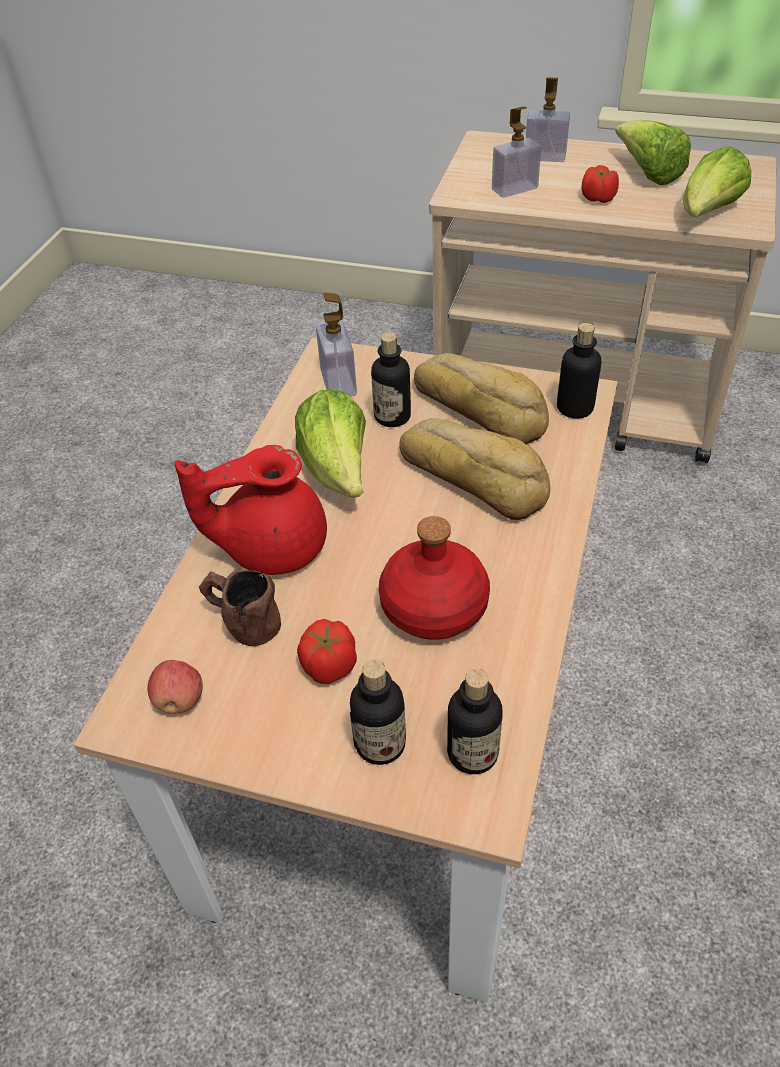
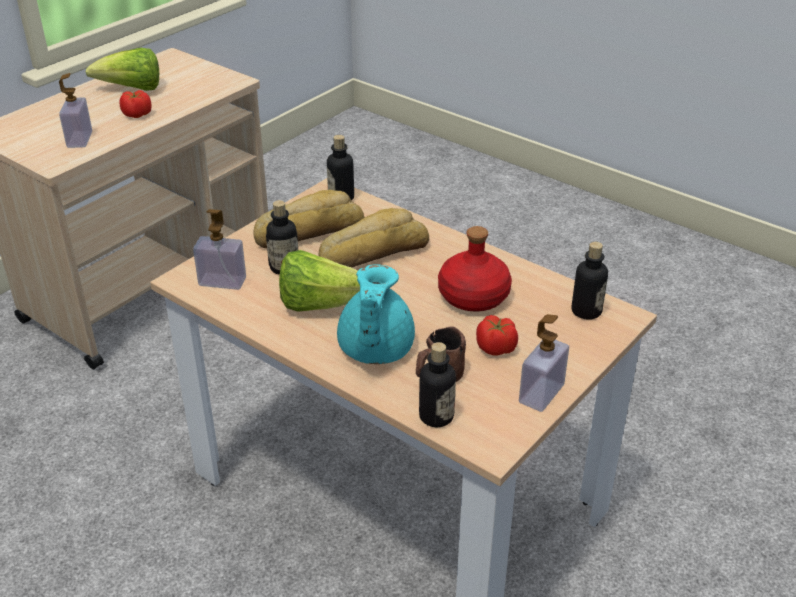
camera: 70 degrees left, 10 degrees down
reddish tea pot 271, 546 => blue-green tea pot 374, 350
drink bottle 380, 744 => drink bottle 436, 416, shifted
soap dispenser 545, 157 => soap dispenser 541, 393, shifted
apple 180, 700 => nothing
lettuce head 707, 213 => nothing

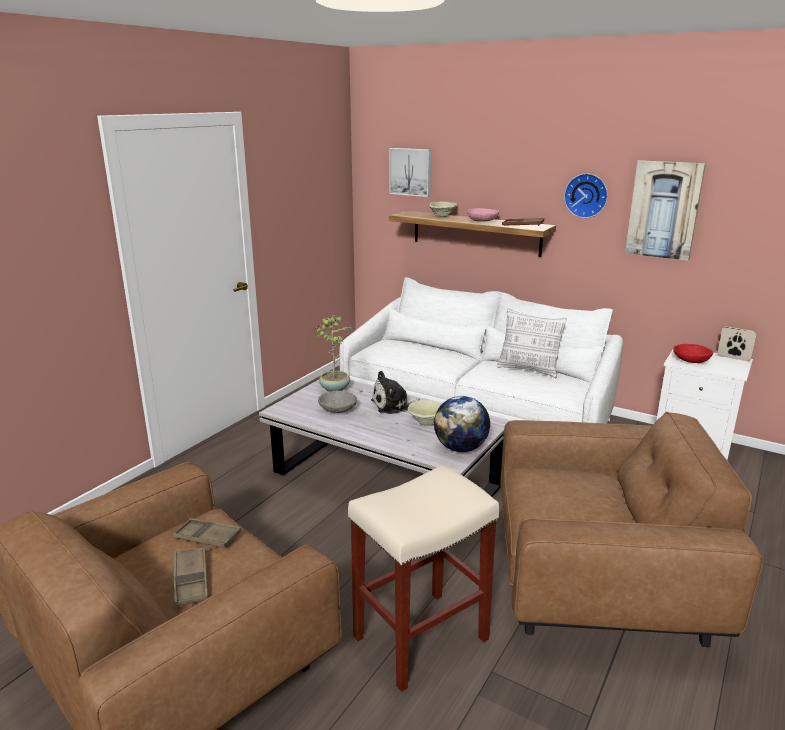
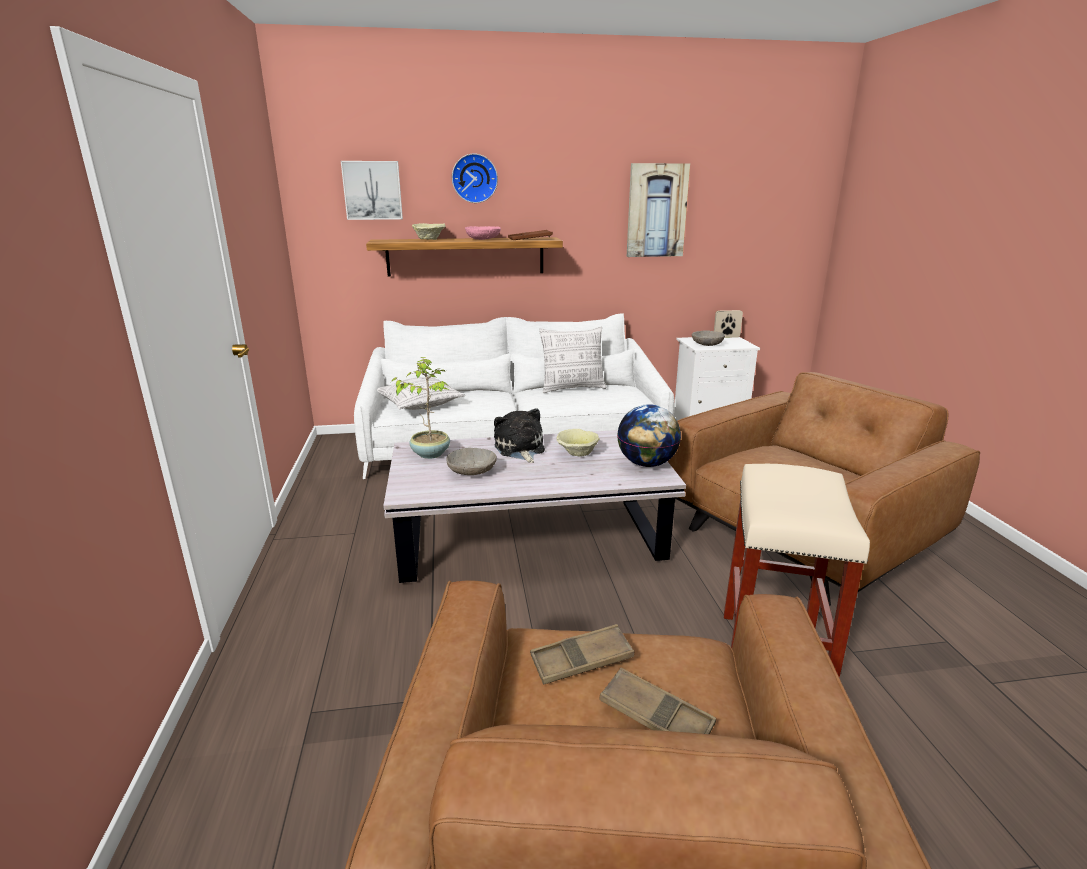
camera: 40 degrees left, 0 degrees up
nothing => pillow 420, 404
hanging clock 586, 195 => hanging clock 474, 178, shifted
soft toy 393, 405 => soft toy 520, 449, 135 degrees clockwise
reddish serving bowl 691, 360 => greyish serving bowl 707, 344

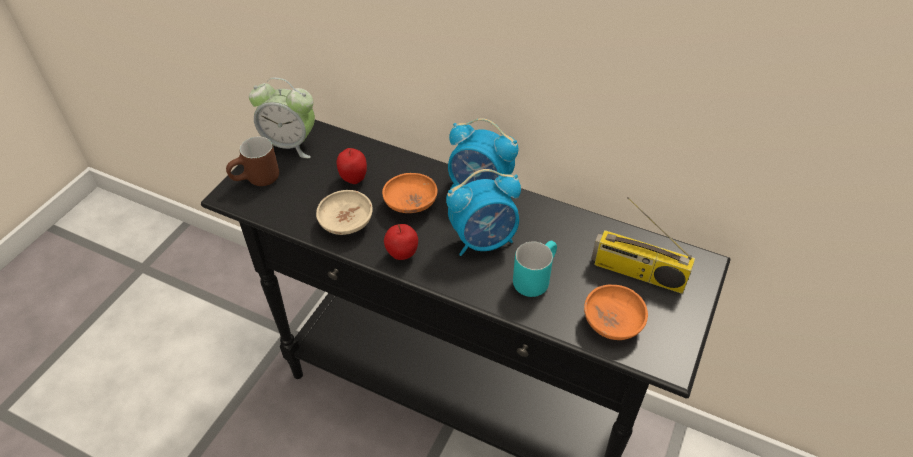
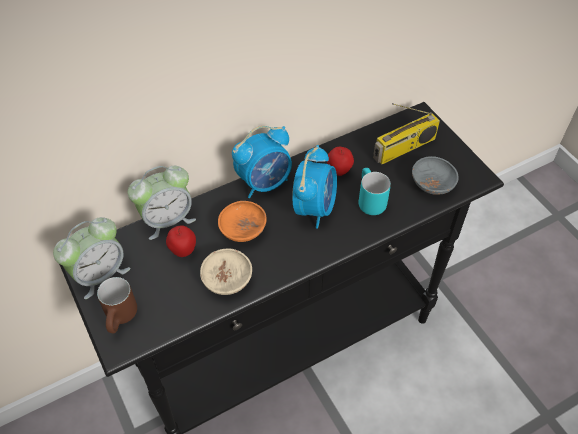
camera: 55 degrees left, 5 degrees up
nothing => bedside clock 167, 220
apple 402, 255 => apple 339, 171, shifted
orange-coloured serving bowl 612, 322 => greyish serving bowl 432, 184

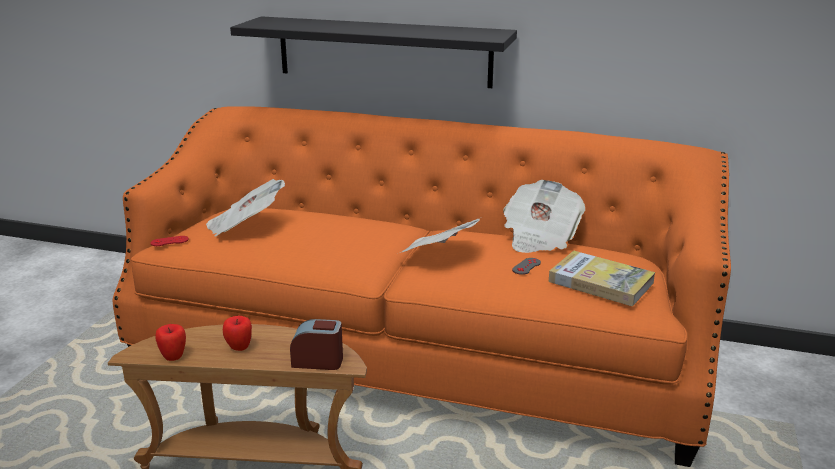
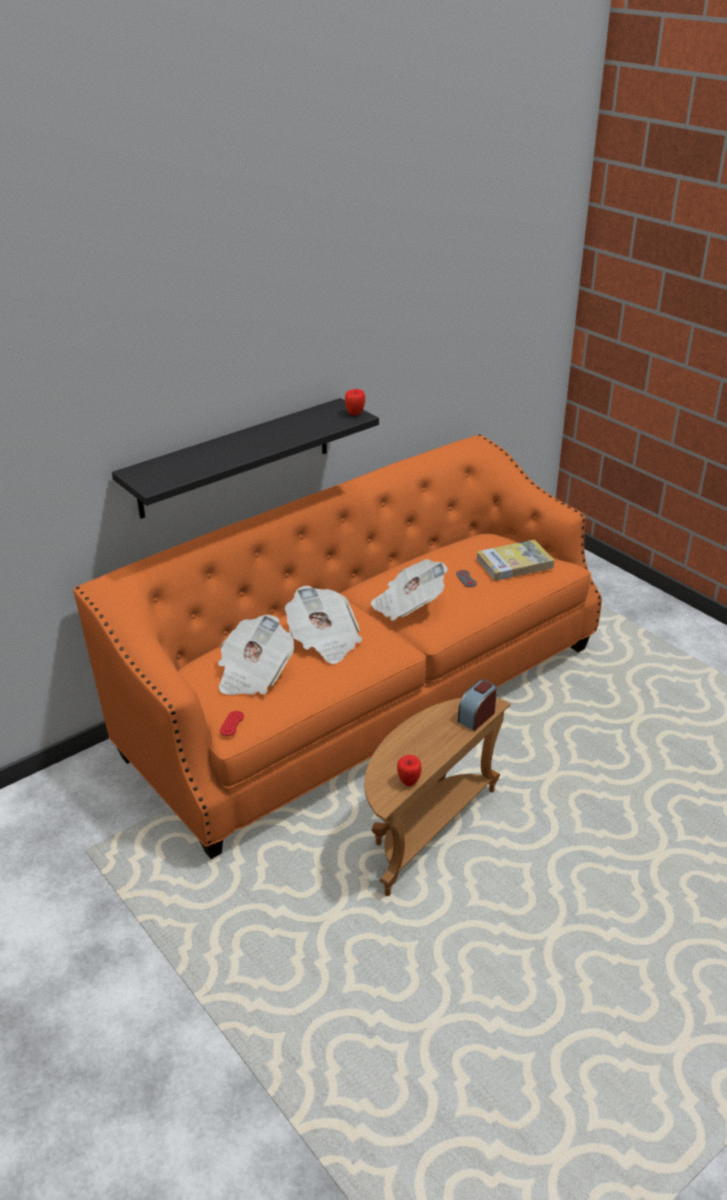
camera: 55 degrees left, 10 degrees up
daily paper 539, 237 => daily paper 324, 641, shifted
apple 239, 348 => apple 355, 414, shifted

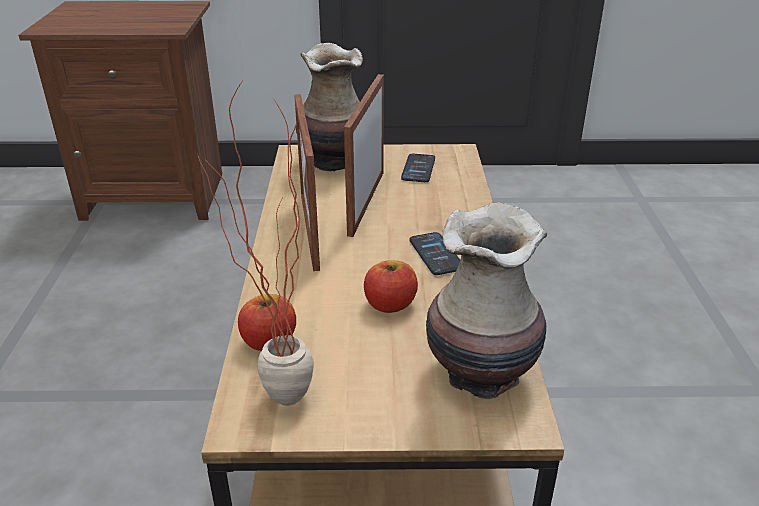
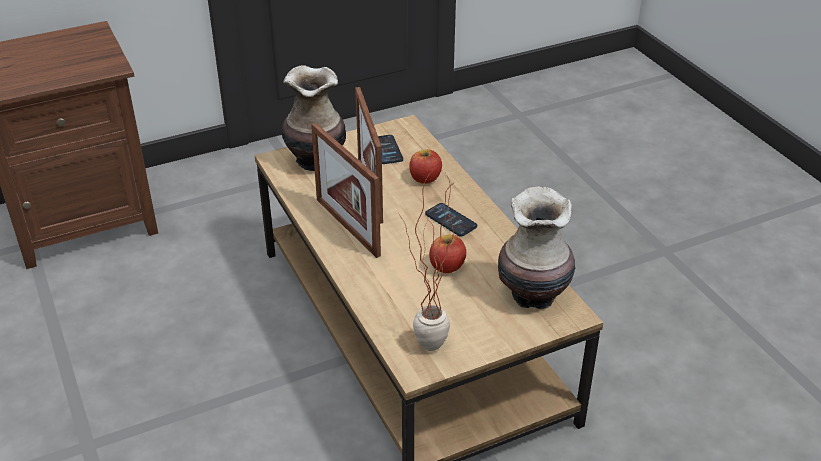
camera: 25 degrees left, 5 degrees up
apple 269, 341 => apple 425, 178, shifted

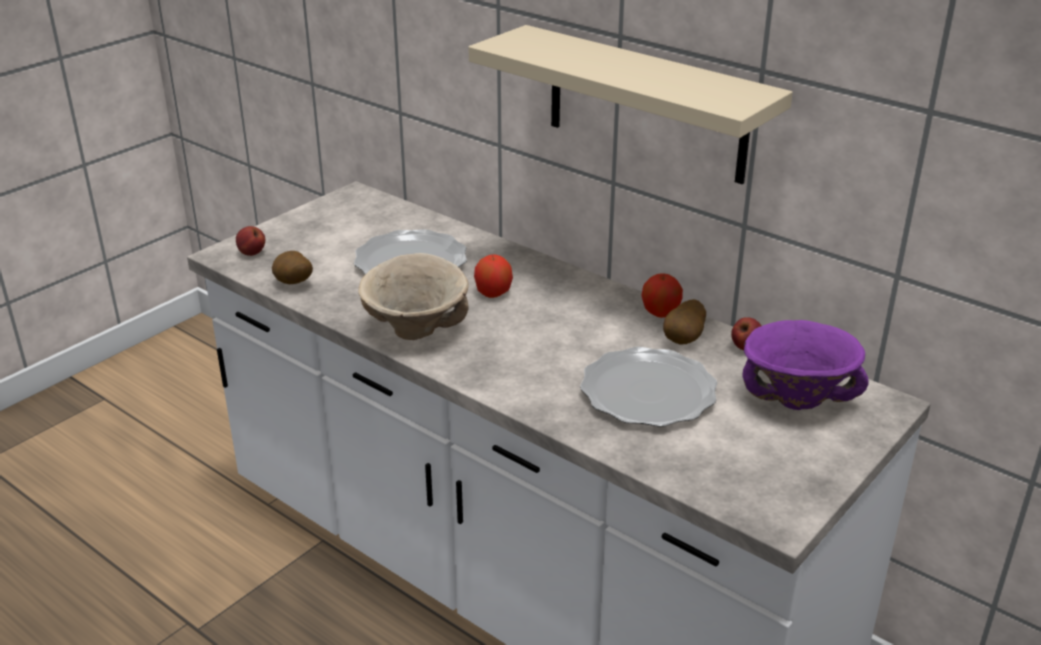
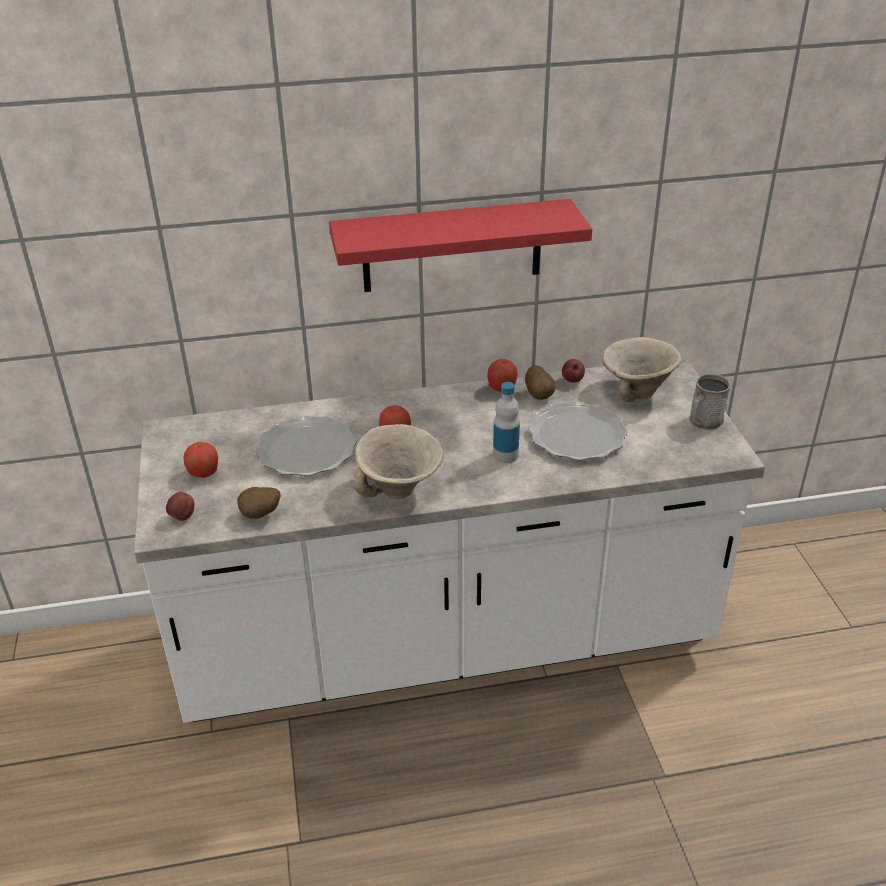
camera: 50 degrees left, 5 degrees up
nothing => apple 203, 473
sand-coloured bracket shelf 646, 105 => reddish bracket shelf 452, 246
nothing => drink bottle 505, 455
purplish serving bowl 796, 397 => sand-coloured serving bowl 636, 391
nothing => greyish coffee mug 703, 422

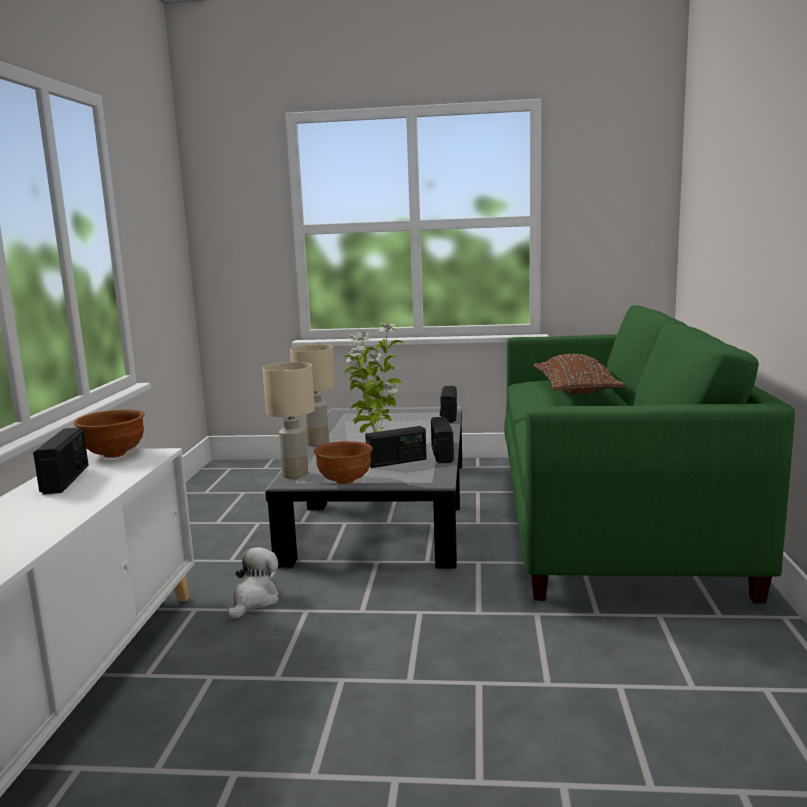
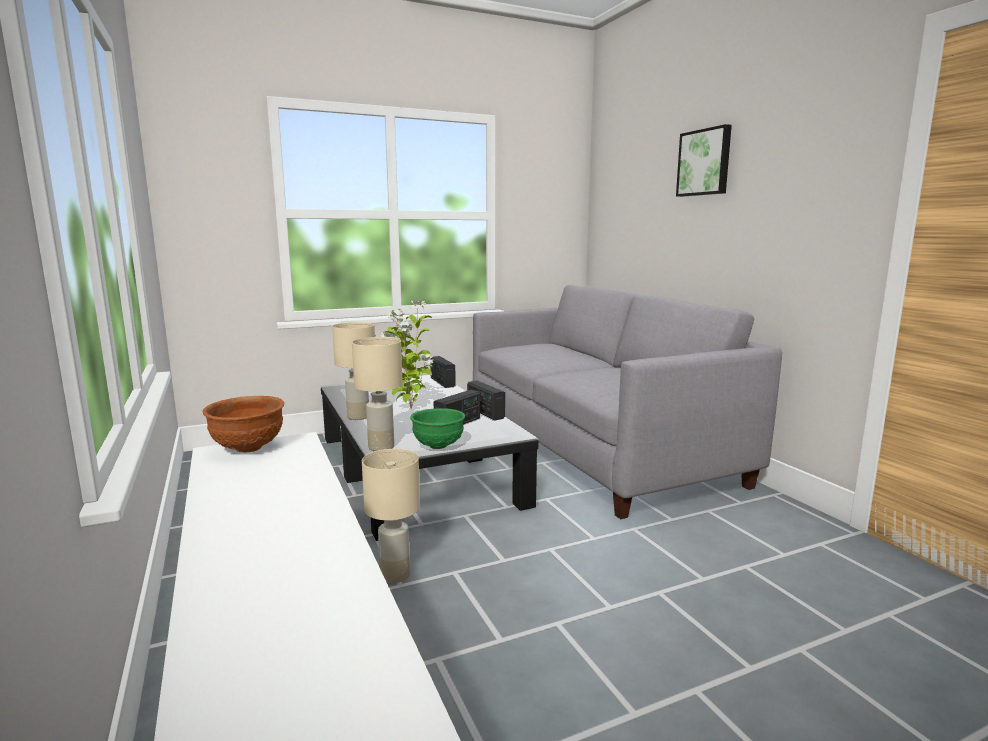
camera: 30 degrees left, 0 degrees up
soft toy 255, 601 => sand-coloured tabletop lamp 395, 576
brown-coloured serving bowl 345, 481 => green-coloured serving bowl 439, 446
green-coloured sofa 609, 516 => greyish sofa 595, 447
nothing => picture 705, 162
radio set 66, 480 => nothing
brown-coloured pillow 575, 390 => nothing

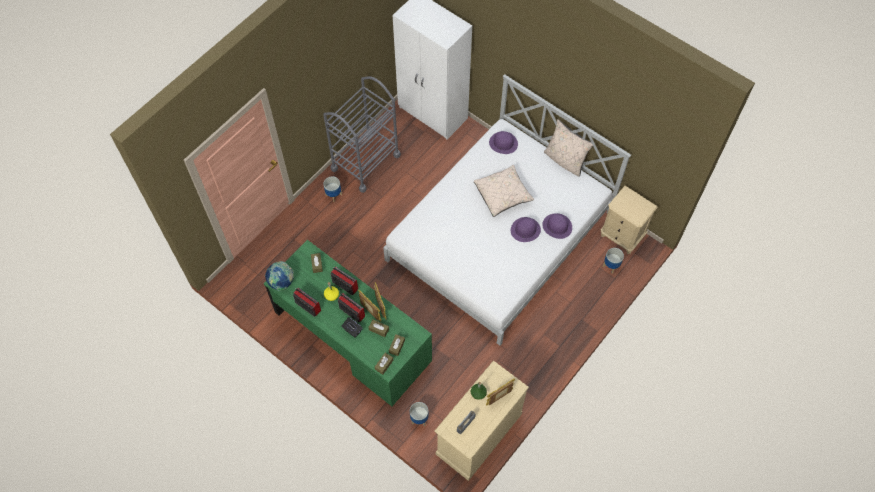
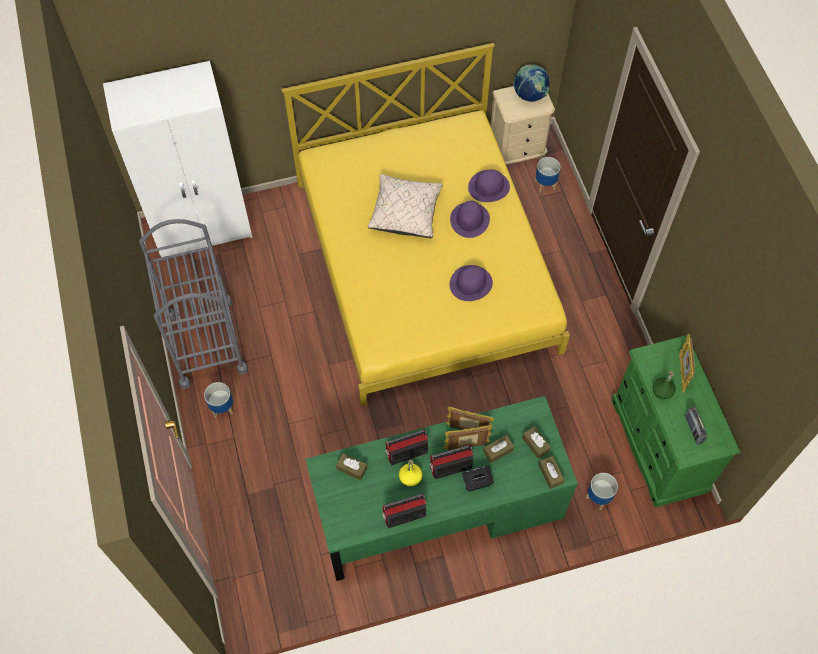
camera: 55 degrees left, 0 degrees up
white-coloured sleeping bed 498, 236 => yellowish sleeping bed 424, 266
purplish clothing hat 503, 143 => purplish clothing hat 471, 283, shifted
globe 281, 282 => globe 530, 95, shifted
sand-coloured drawer chest 478, 434 => green-coloured drawer chest 658, 445
sand-coloured pillow 565, 160 => nothing

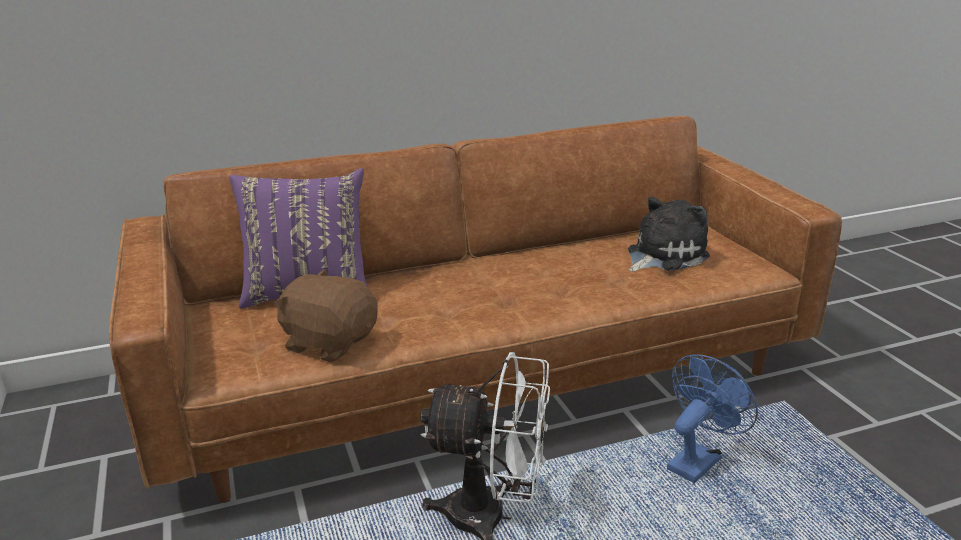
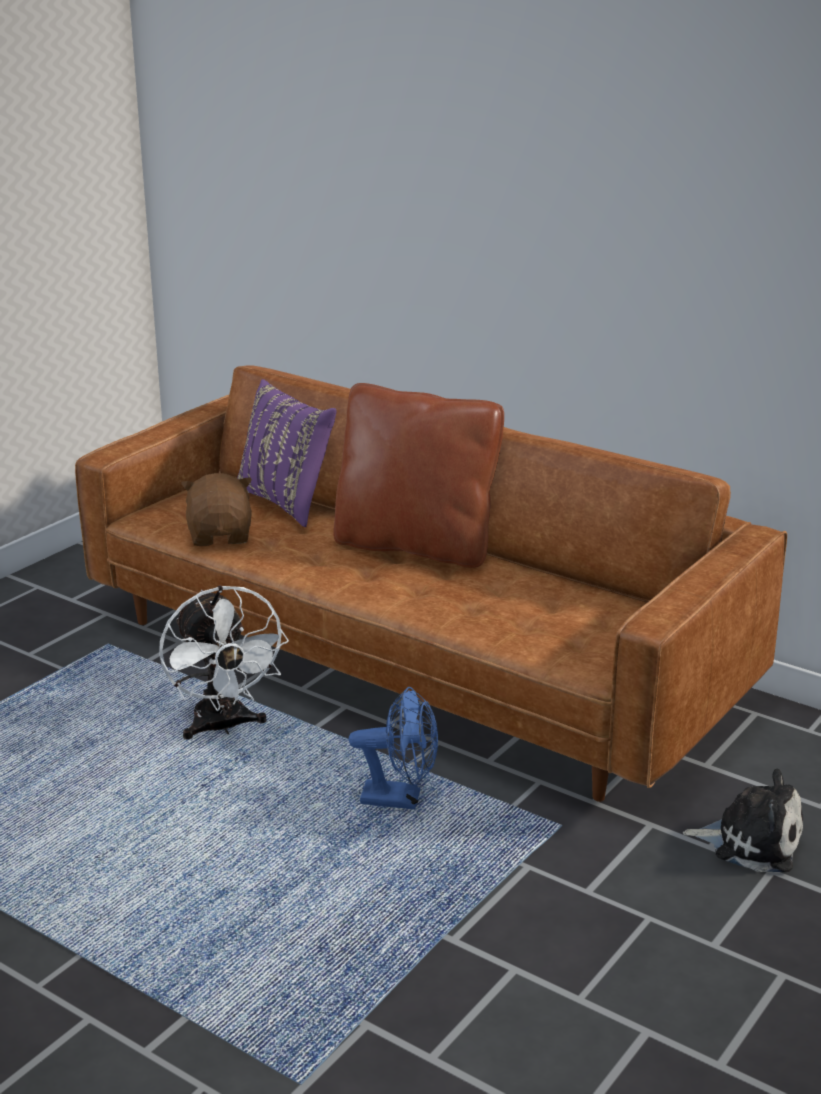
camera: 55 degrees right, 0 degrees up
nothing => brown-coloured pillow 416, 546
soft toy 663, 255 => soft toy 751, 842, shifted

